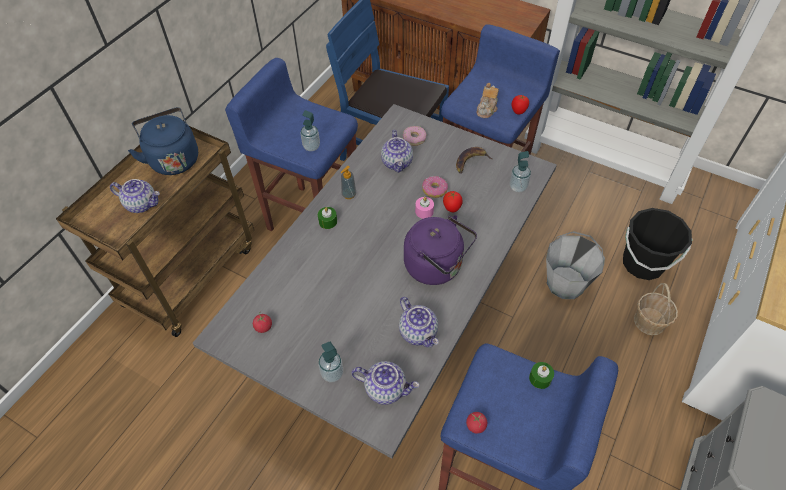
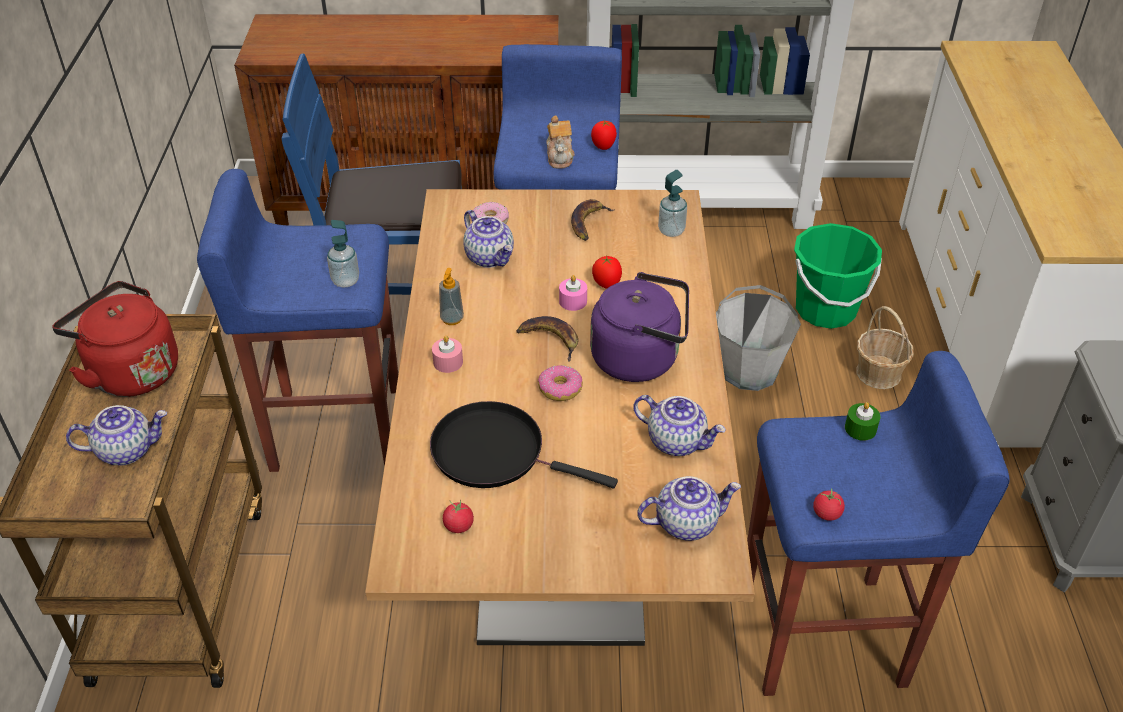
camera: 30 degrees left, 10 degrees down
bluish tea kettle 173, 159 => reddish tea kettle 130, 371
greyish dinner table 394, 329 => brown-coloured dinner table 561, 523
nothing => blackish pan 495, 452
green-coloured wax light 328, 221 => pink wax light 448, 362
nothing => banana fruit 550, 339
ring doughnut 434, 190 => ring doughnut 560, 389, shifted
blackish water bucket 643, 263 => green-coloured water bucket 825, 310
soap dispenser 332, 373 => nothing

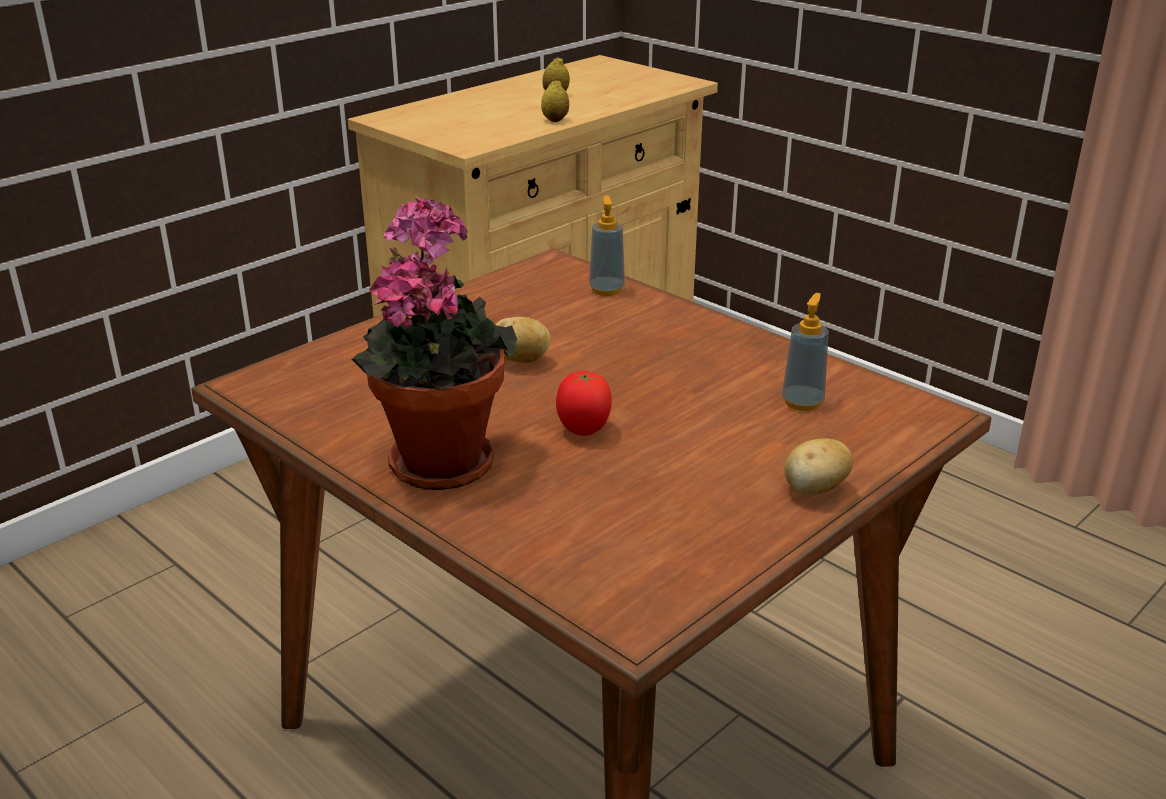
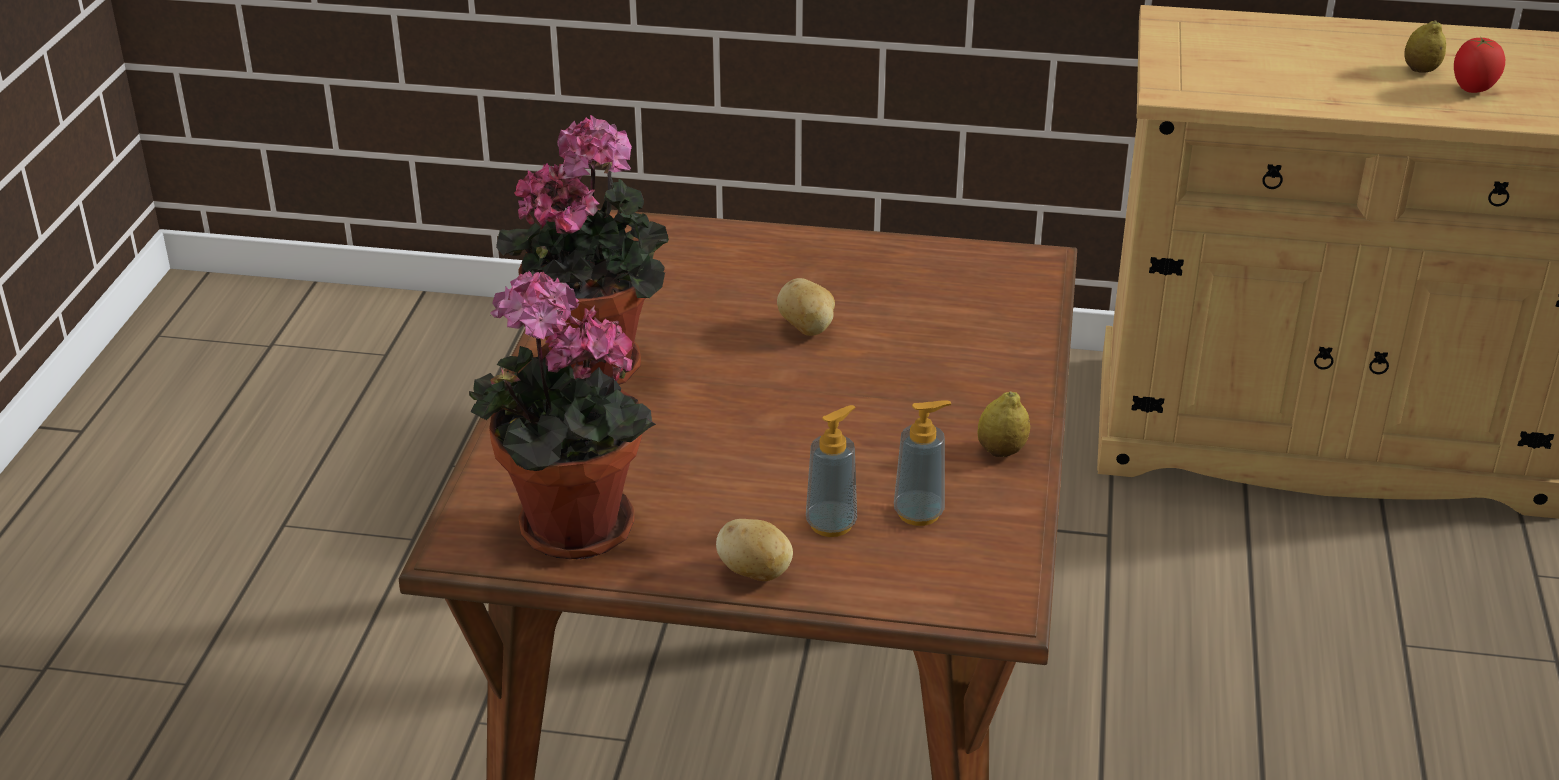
camera: 55 degrees right, 5 degrees up
nothing => potted plant 566, 531
soap dispenser 606, 290 => soap dispenser 831, 524, shifted
whole lemon 555, 120 => whole lemon 1001, 451, shifted
whole tomato 583, 431 => whole tomato 1472, 90, shifted

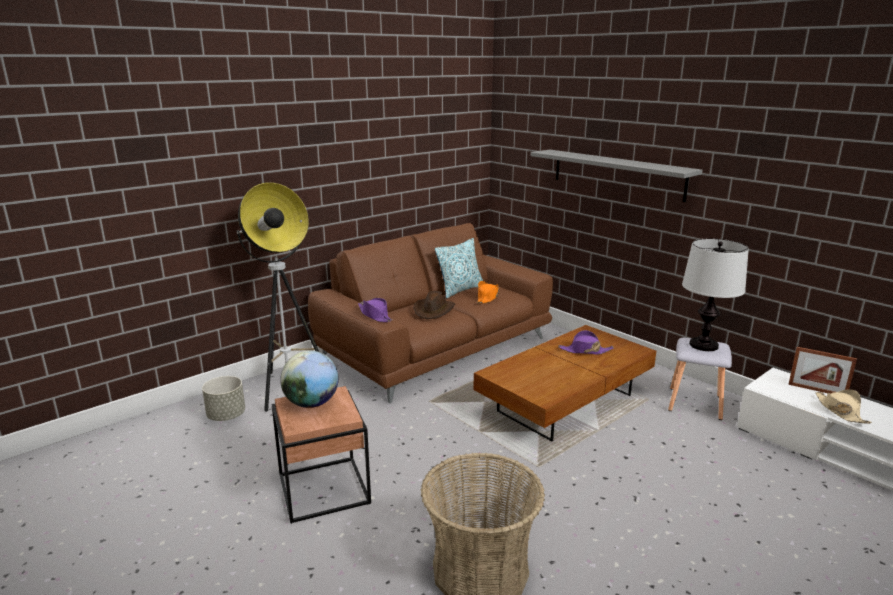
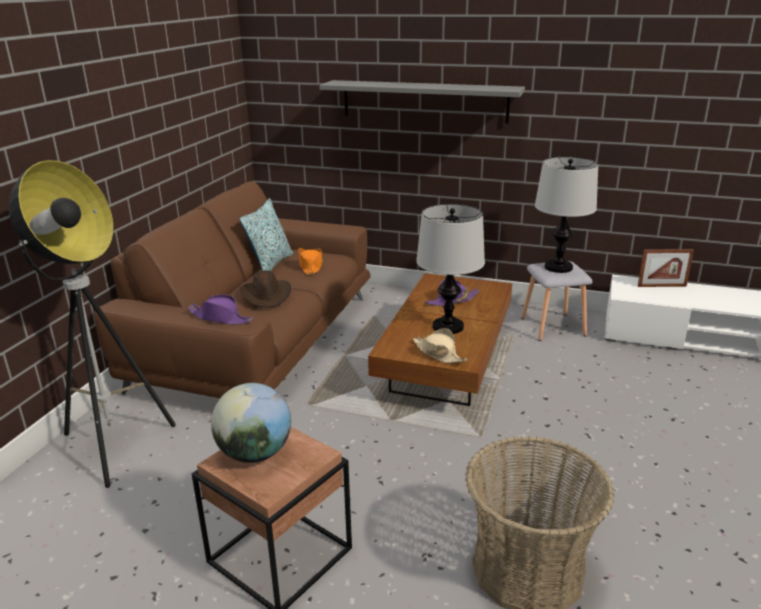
camera: 30 degrees left, 5 degrees up
sand-coloured clothing hat 840, 411 => sand-coloured clothing hat 438, 353, shifted
nothing => tabletop lamp 447, 326
greyish flower pot 226, 415 => nothing

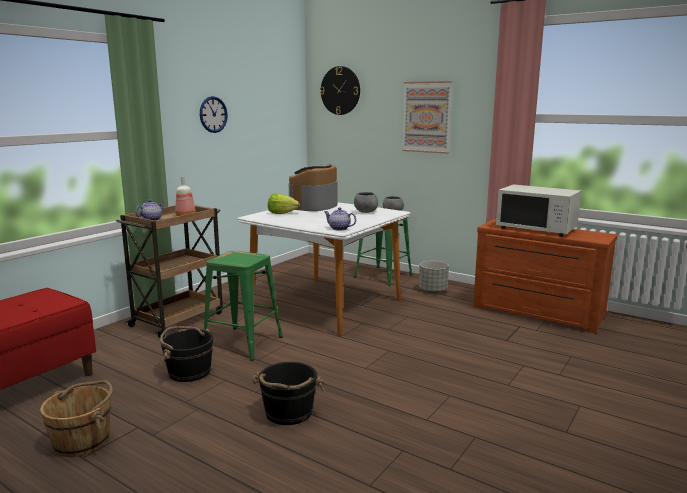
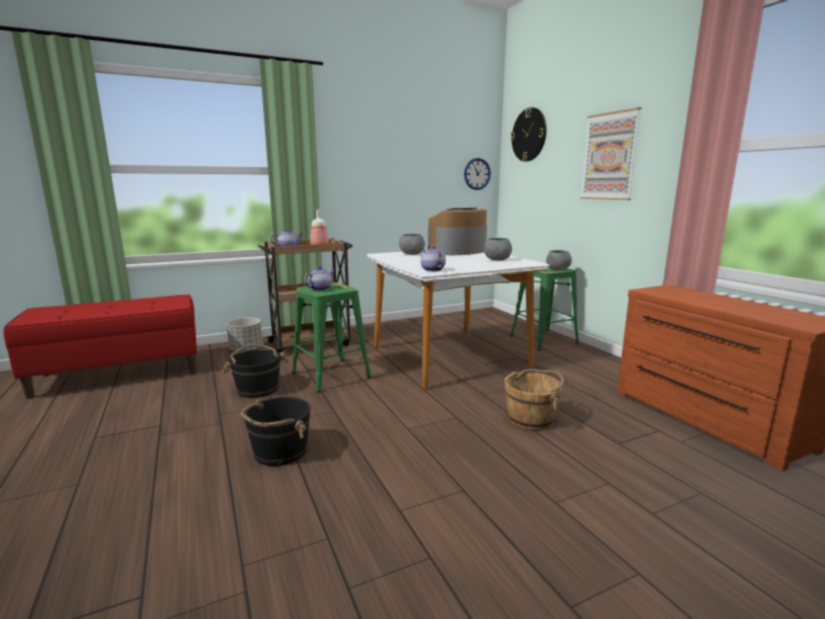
camera: 30 degrees right, 0 degrees up
greyish flower pot 432, 290 => greyish flower pot 246, 350, shifted
nothing => tea pot 320, 289
lettuce head 282, 213 => greyish serving bowl 412, 254
hanging clock 213, 114 => hanging clock 477, 174, shifted
brown-coloured water bucket 83, 441 => brown-coloured water bucket 531, 418, shifted
white-coloured microwave oven 536, 229 => nothing

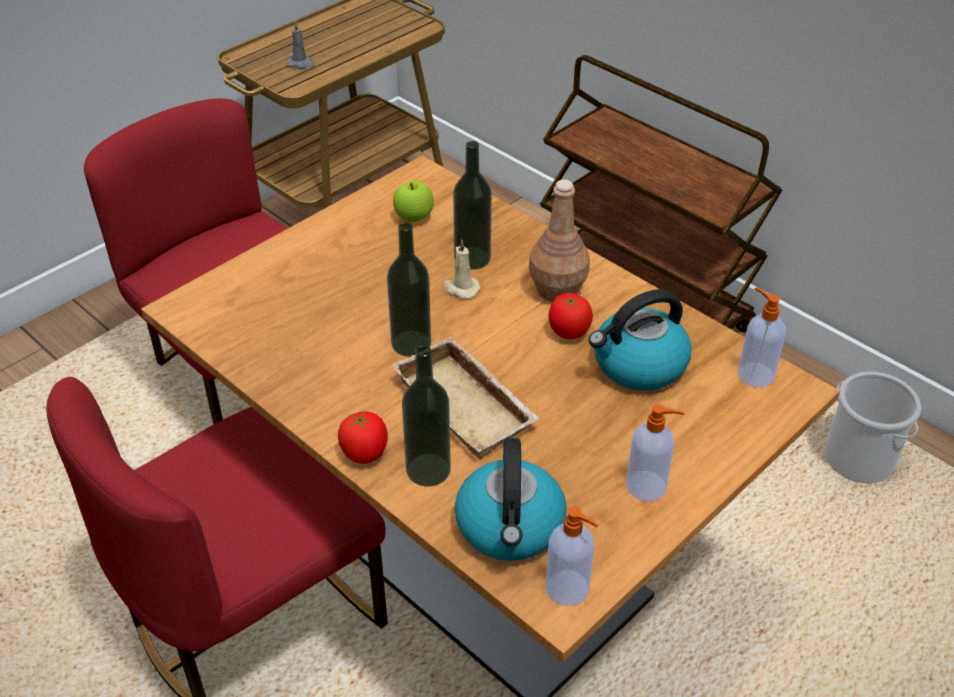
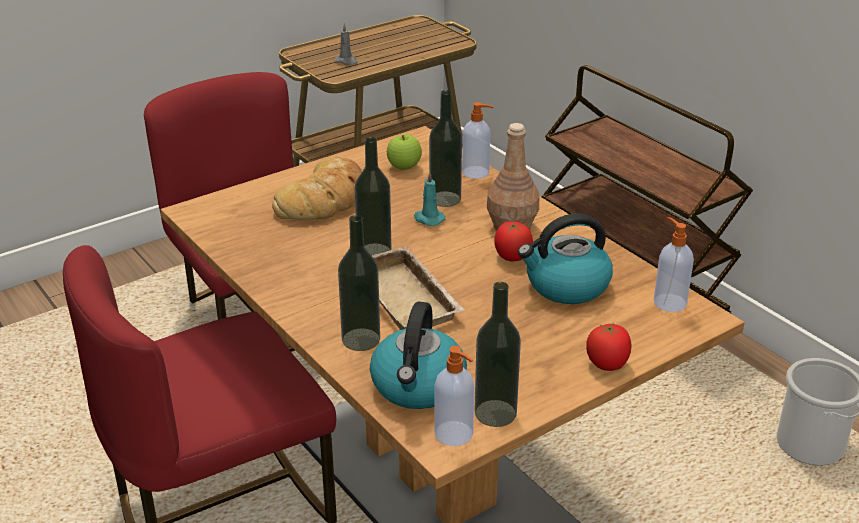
camera: 10 degrees right, 10 degrees down
nothing => bread 325, 199
sand-coloured wax light 460, 289 => blue-green wax light 428, 219
soap dispenser 647, 486 => soap dispenser 476, 172, shifted
nothing => drink bottle 495, 413
whole tomato 365, 453 => whole tomato 607, 364, shifted

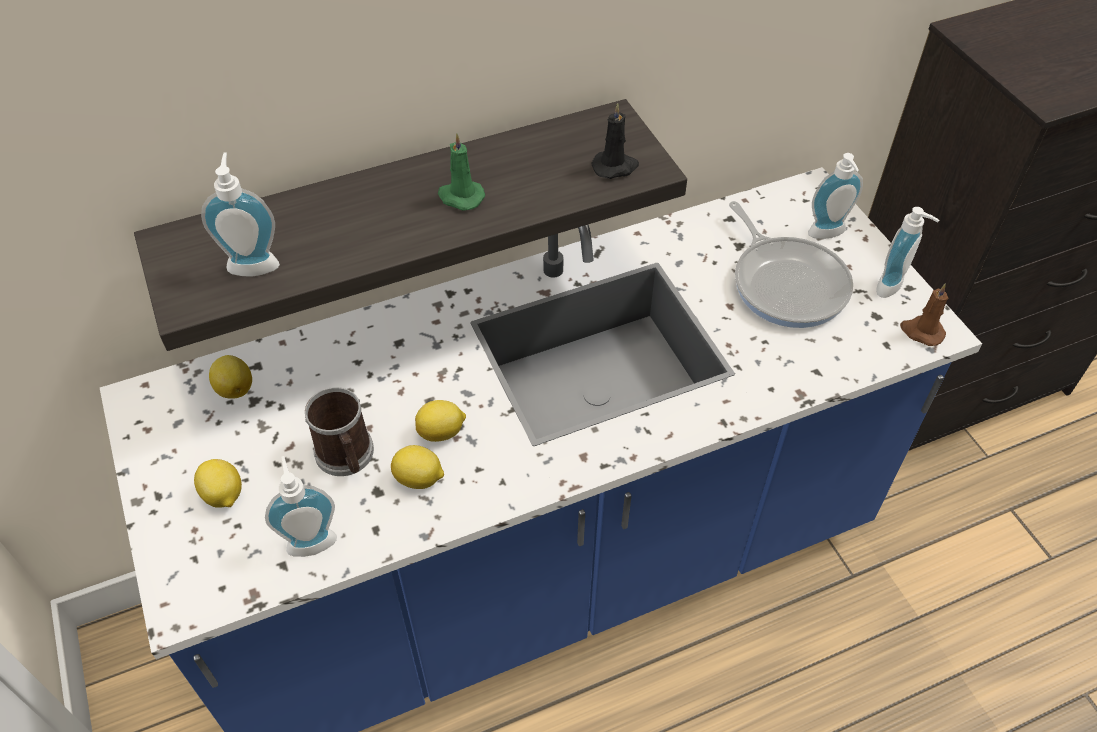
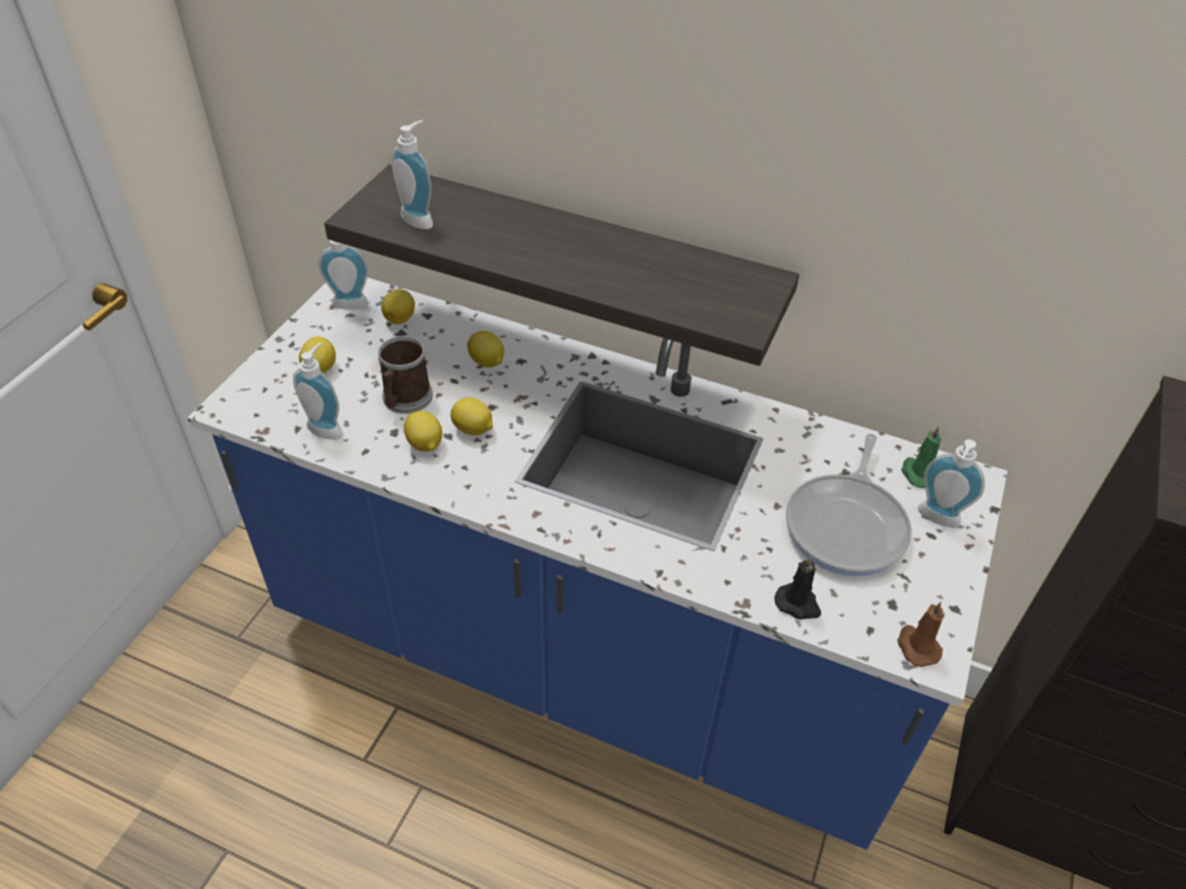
camera: 45 degrees right, 5 degrees down
soap dispenser 894, 287 => soap dispenser 350, 307, shifted
nothing => whole lemon 487, 362
blackish wax light 615, 167 => blackish wax light 798, 604, shifted
green-coloured wax light 460, 197 => green-coloured wax light 918, 473, shifted

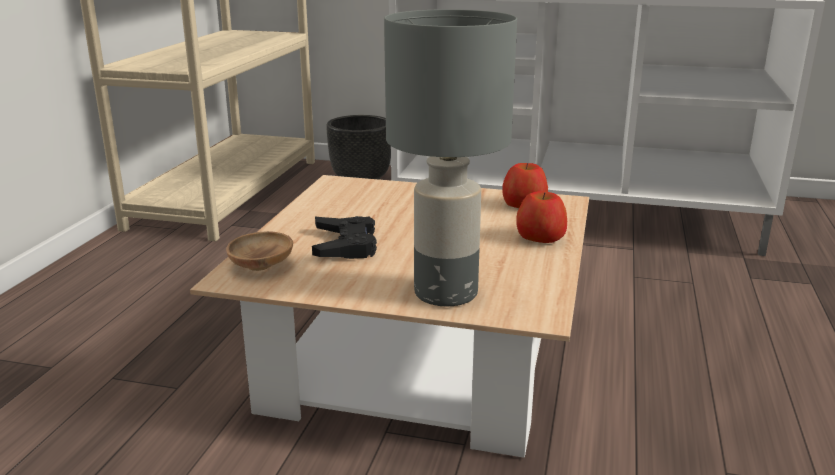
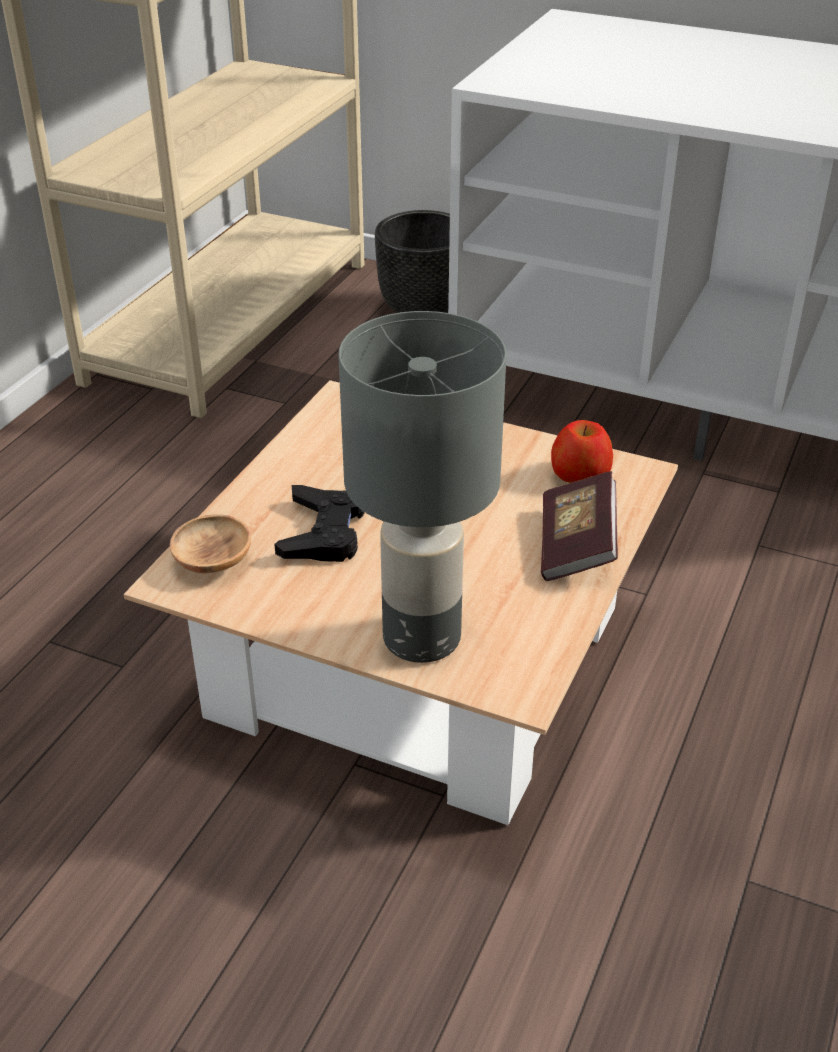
camera: 10 degrees right, 15 degrees up
apple 540, 238 => volume 576, 546

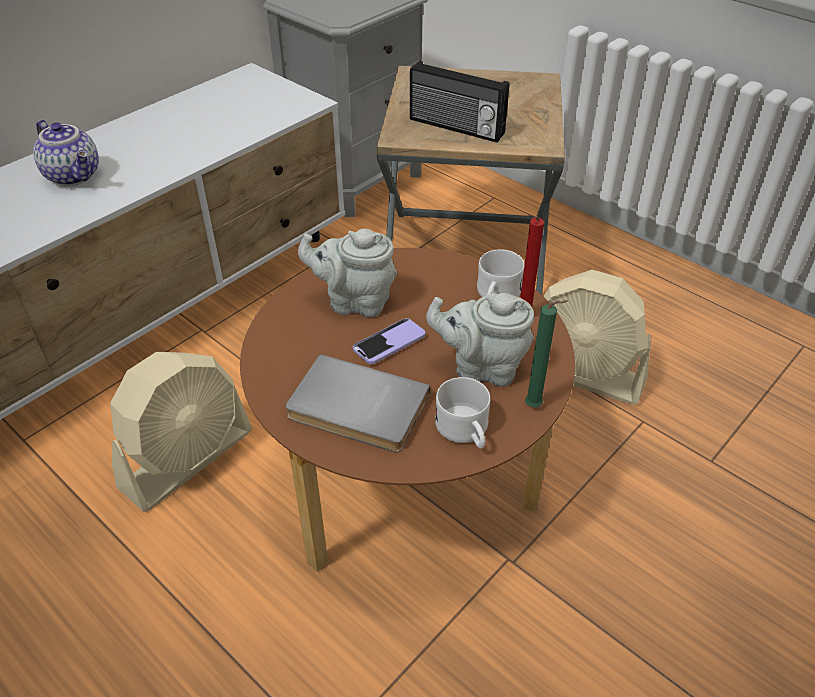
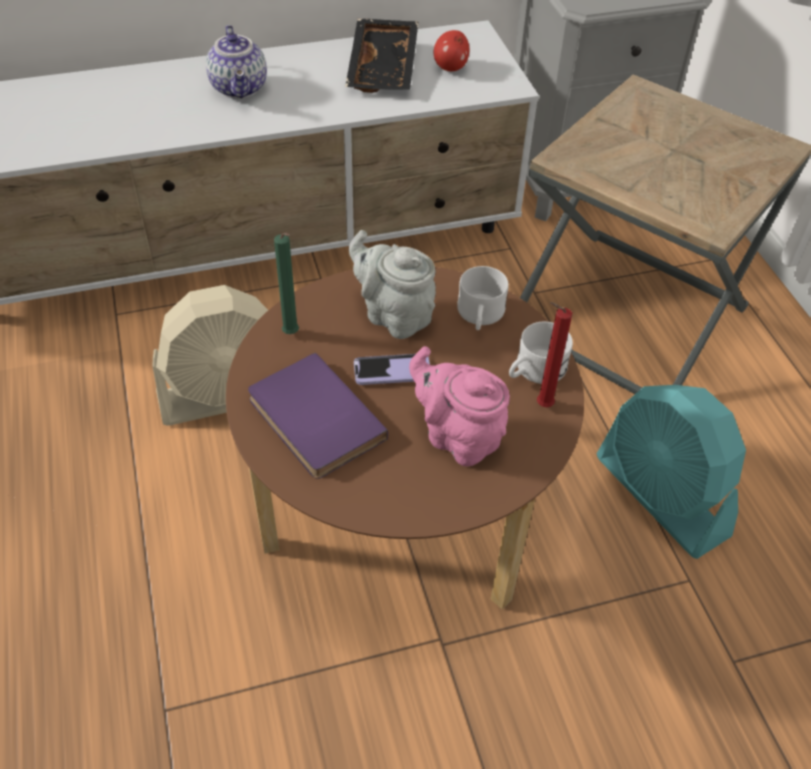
camera: 30 degrees right, 5 degrees up
greyish volume 356, 409 => purplish volume 312, 420
green-coloured wax light 536, 407 => green-coloured wax light 292, 335, shifted
nothing => blackish tray 385, 68
greyish tea pot 482, 367 => pink tea pot 457, 437
nothing => apple 450, 67
white-coloured coffee mug 465, 432 => white-coloured coffee mug 479, 317, shifted
sand-coloured fan 581, 373 => blue-green fan 661, 496
radio set 455, 127 => nothing

